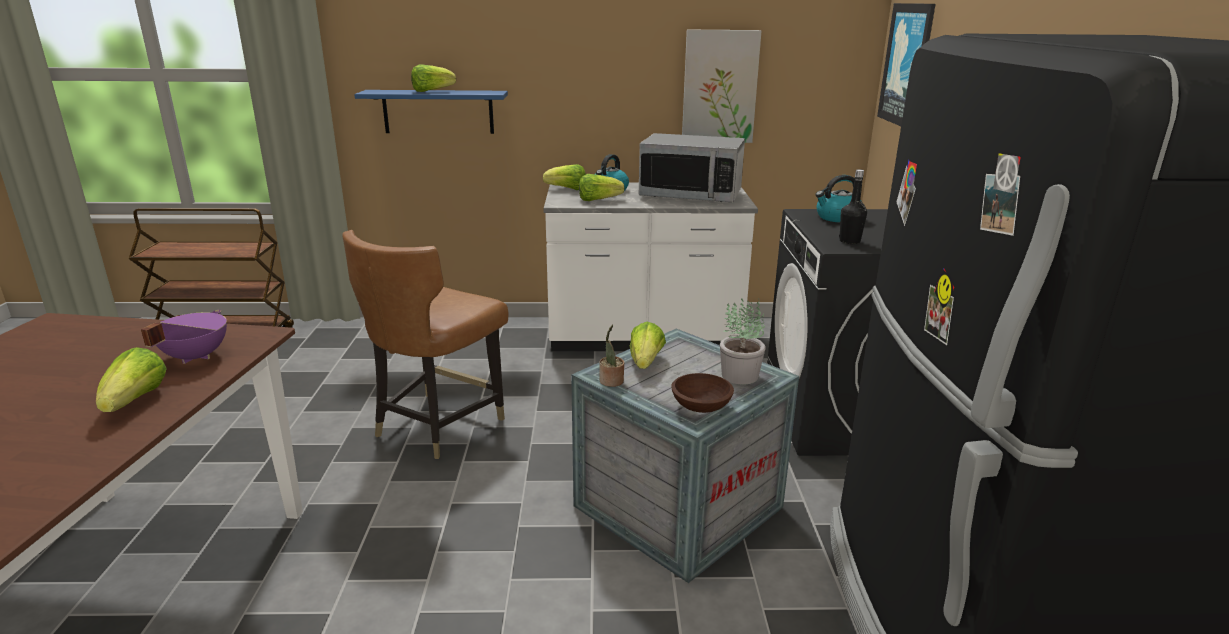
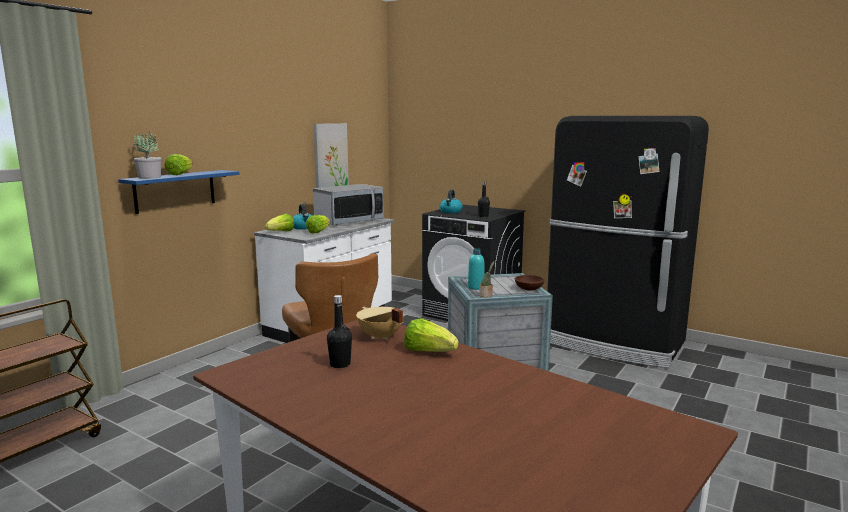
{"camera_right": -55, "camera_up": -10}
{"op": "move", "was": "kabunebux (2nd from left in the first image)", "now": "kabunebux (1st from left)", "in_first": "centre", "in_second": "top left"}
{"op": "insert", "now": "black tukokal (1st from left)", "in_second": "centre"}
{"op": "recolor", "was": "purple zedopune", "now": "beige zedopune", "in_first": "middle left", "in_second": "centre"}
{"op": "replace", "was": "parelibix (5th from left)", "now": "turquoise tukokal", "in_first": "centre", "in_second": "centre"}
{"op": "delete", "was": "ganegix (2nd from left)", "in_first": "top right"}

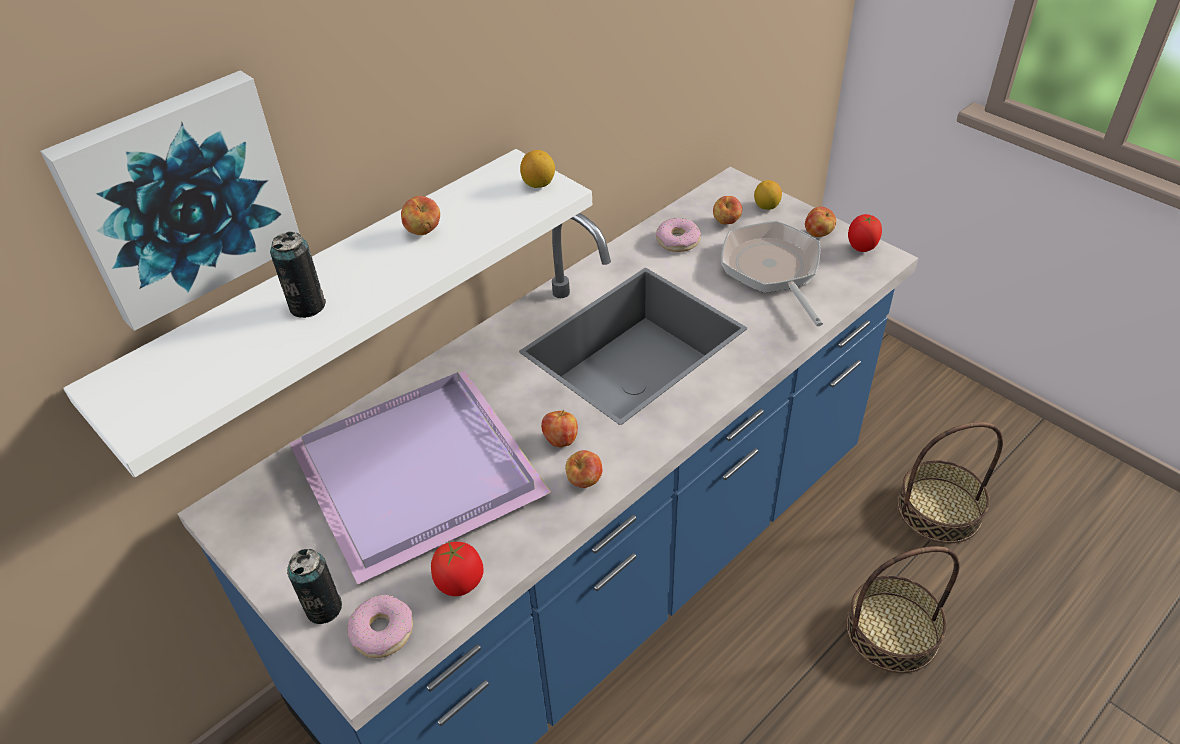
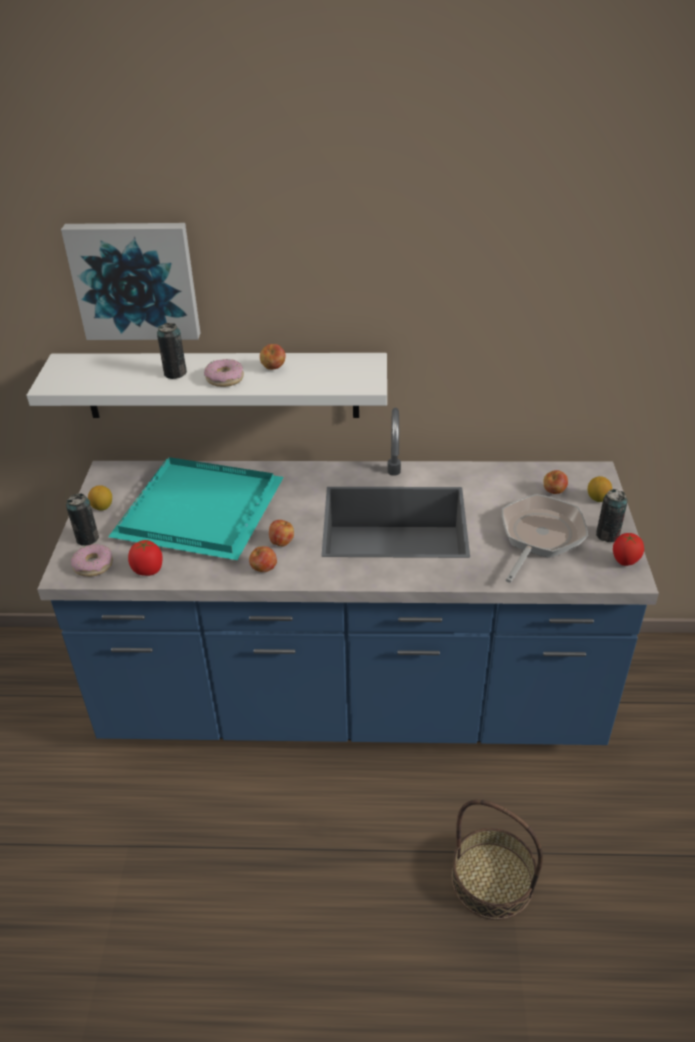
{"camera_right": 45, "camera_up": -5}
{"op": "move", "was": "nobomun (1st from left)", "in_first": "top centre", "in_second": "middle left"}
{"op": "recolor", "was": "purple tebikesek", "now": "turquoise tebikesek", "in_first": "centre", "in_second": "middle left"}
{"op": "move", "was": "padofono (2nd from left)", "in_first": "top centre", "in_second": "middle left"}
{"op": "replace", "was": "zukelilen (5th from left)", "now": "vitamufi (3rd from left)", "in_first": "top right", "in_second": "middle right"}
{"op": "delete", "was": "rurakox (2nd from left)", "in_first": "middle right"}

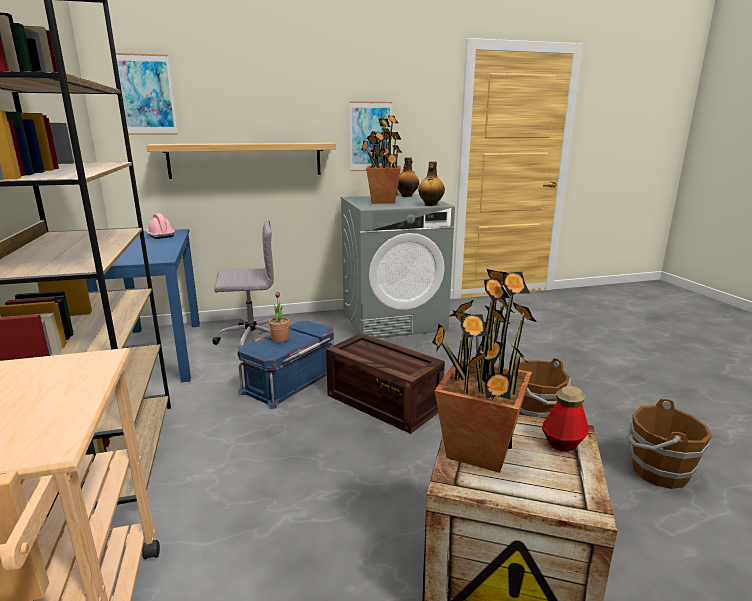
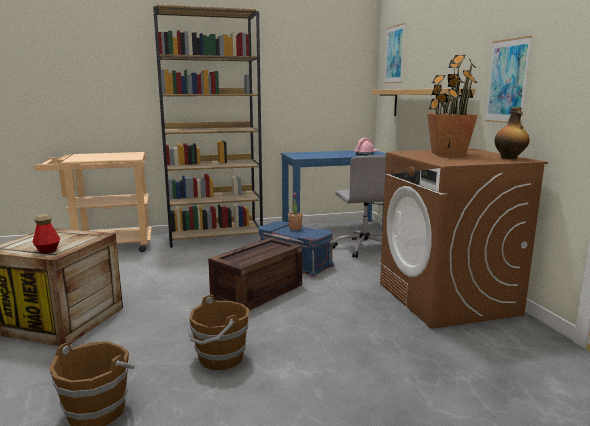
{"camera_right": 90, "camera_up": -5}
{"op": "recolor", "was": "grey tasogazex", "now": "brown tasogazex", "in_first": "centre", "in_second": "middle right"}
{"op": "delete", "was": "tukokal (2nd from left)", "in_first": "top centre"}
{"op": "delete", "was": "kabunebux (3rd from left)", "in_first": "centre"}

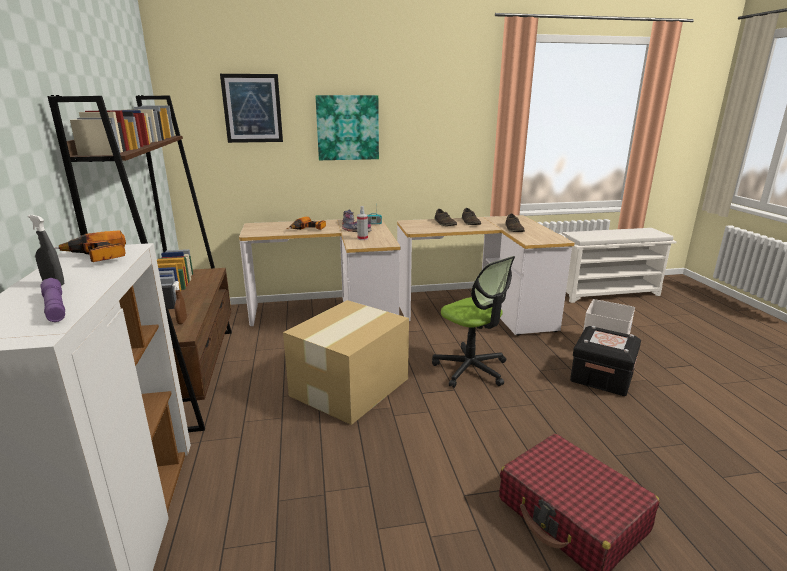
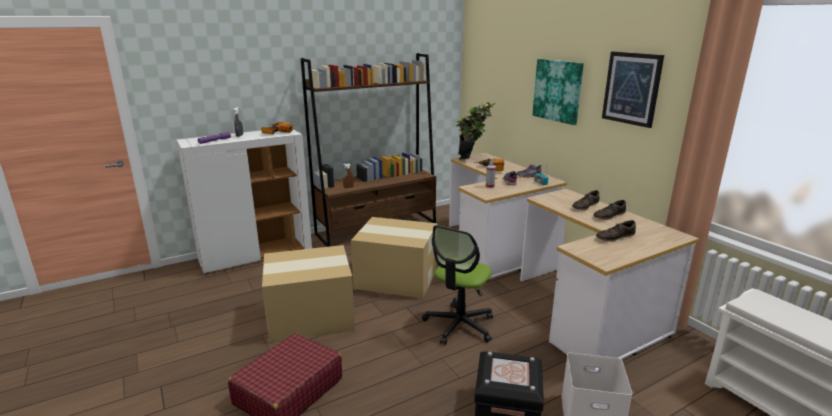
{"camera_right": 70, "camera_up": 0}
{"op": "insert", "now": "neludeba (1st from left)", "in_second": "bottom centre"}
{"op": "insert", "now": "kabunebux", "in_second": "top centre"}
{"op": "move", "was": "ganegix (1st from left in the first image)", "now": "ganegix (2nd from left)", "in_first": "top left", "in_second": "top right"}

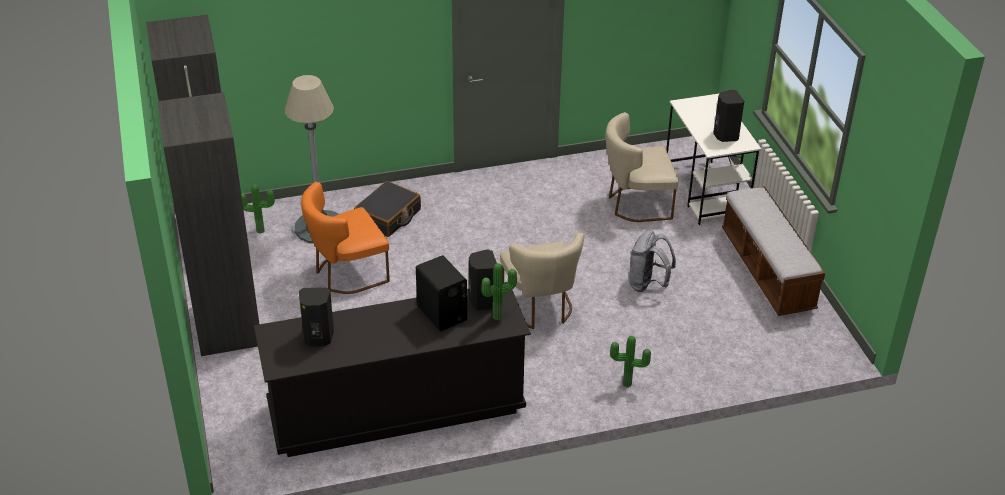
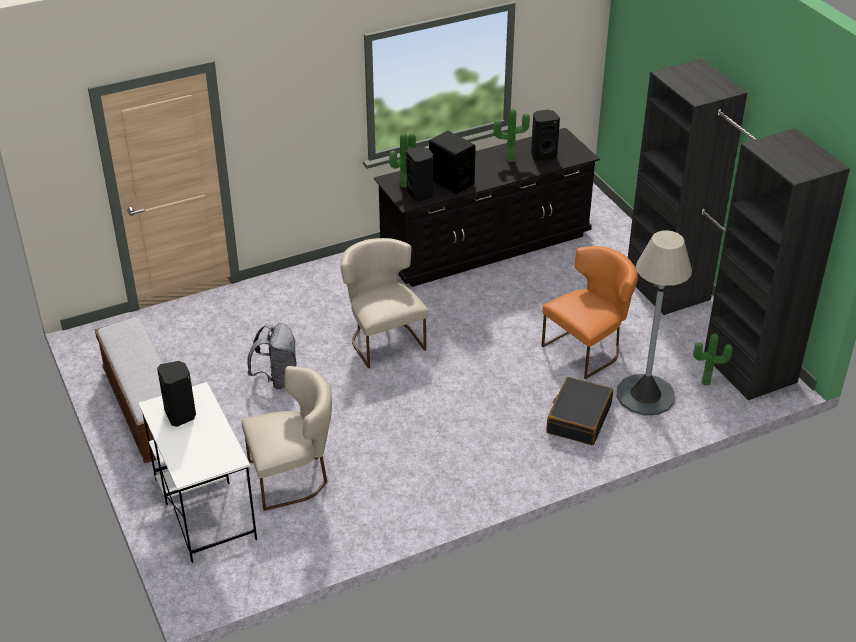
{"camera_right": 170, "camera_up": 0}
{"op": "move", "was": "kabunebux (3rd from left in the first image)", "now": "kabunebux (2nd from left)", "in_first": "bottom centre", "in_second": "top centre"}

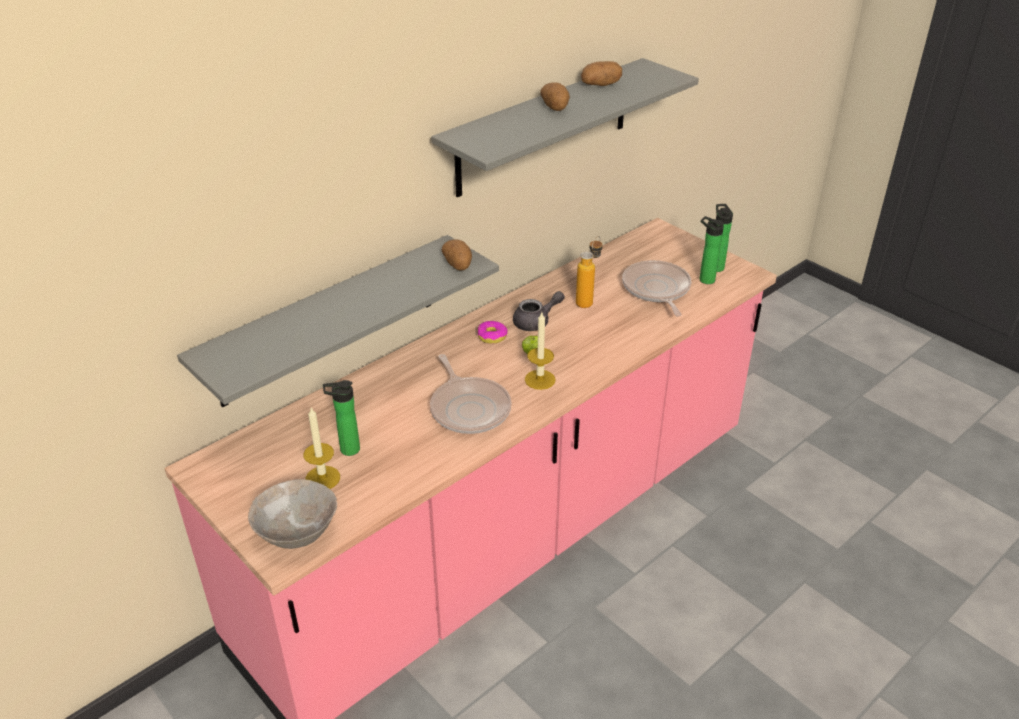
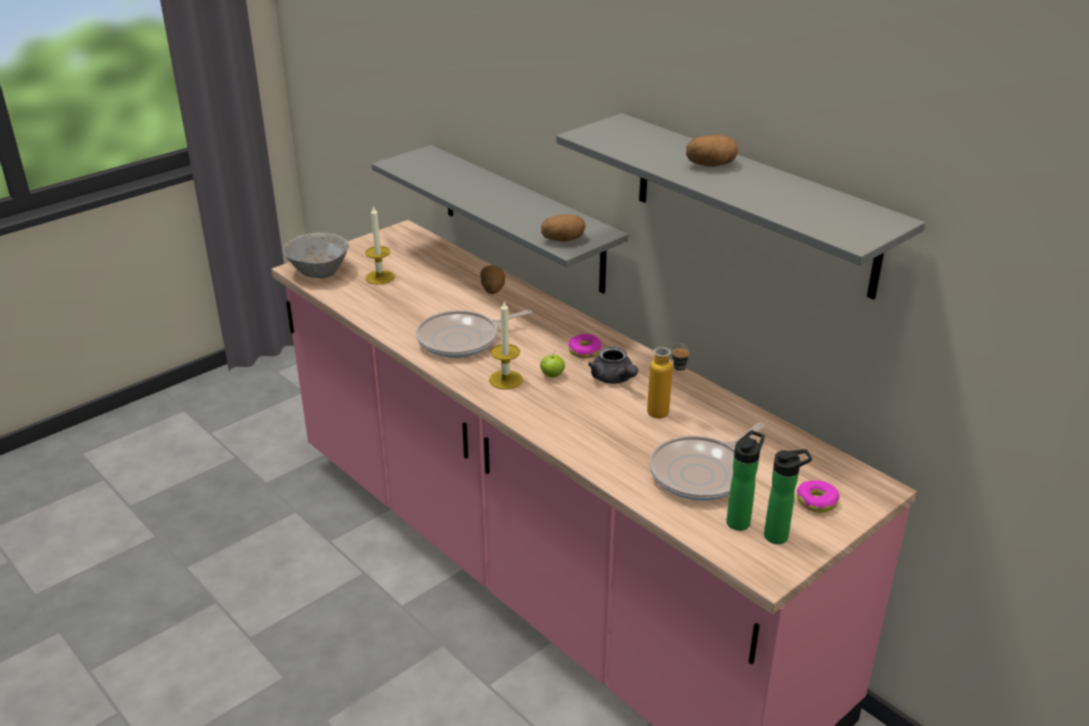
{"camera_right": 90, "camera_up": -5}
{"op": "move", "was": "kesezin (3rd from left in the first image)", "now": "kesezin (1st from left)", "in_first": "top centre", "in_second": "centre"}
{"op": "rotate", "was": "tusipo (2nd from left)", "in_first": "centre", "in_second": "centre", "clockwise": 150}
{"op": "insert", "now": "padofono (2nd from left)", "in_second": "bottom right"}
{"op": "delete", "was": "tukokal (1st from left)", "in_first": "centre"}

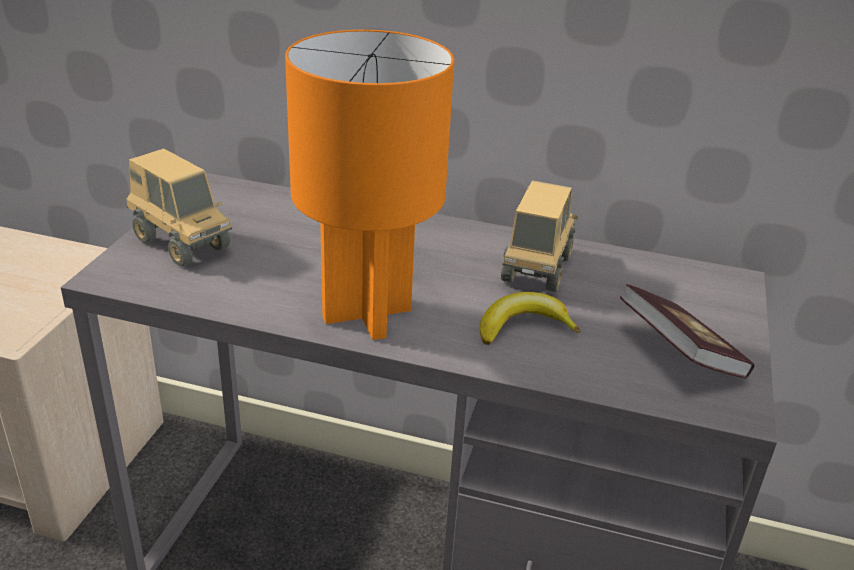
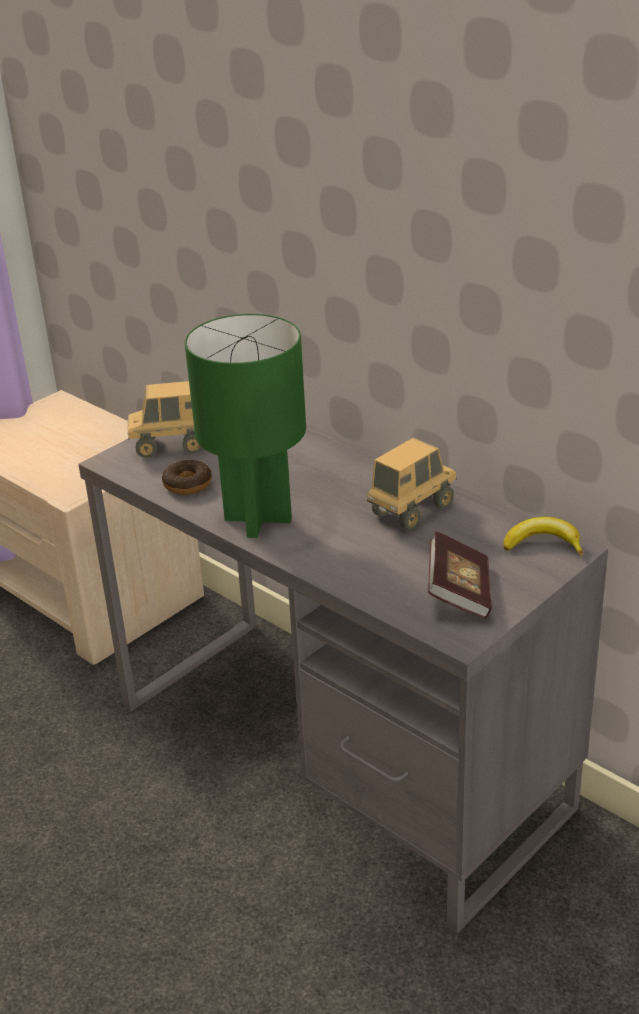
{"camera_right": 30, "camera_up": 0}
{"op": "rotate", "was": "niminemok (1st from left)", "in_first": "middle left", "in_second": "middle left", "clockwise": 105}
{"op": "insert", "now": "padofono", "in_second": "middle left"}
{"op": "recolor", "was": "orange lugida", "now": "green lugida", "in_first": "top centre", "in_second": "centre"}
{"op": "move", "was": "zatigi", "in_first": "centre", "in_second": "middle right"}

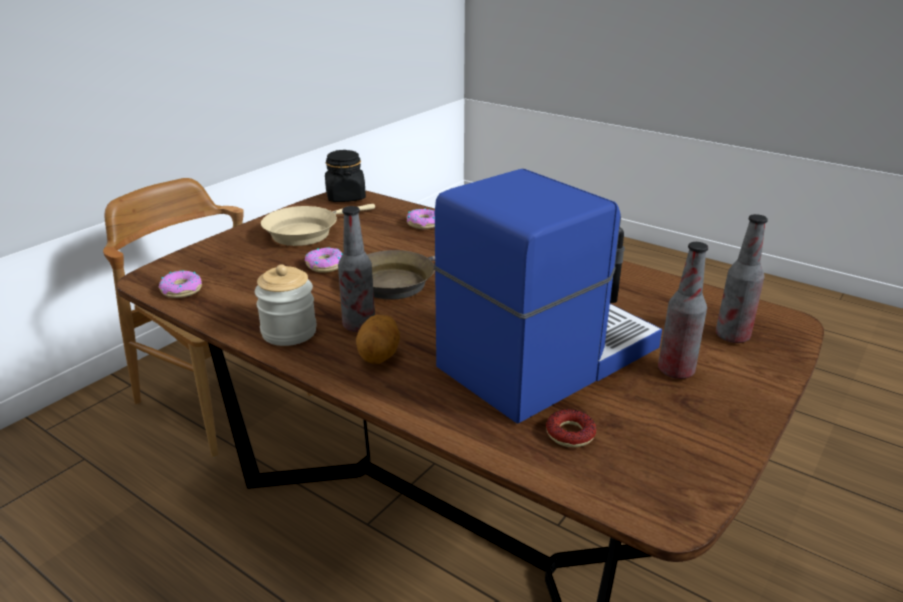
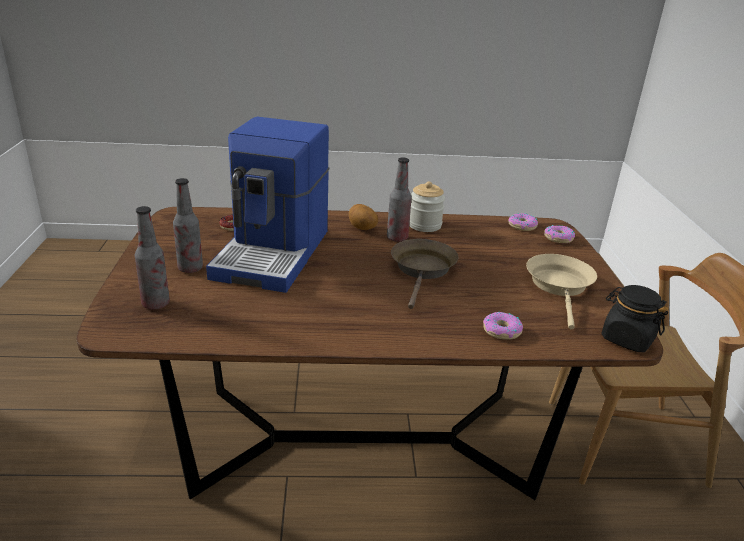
{"camera_right": 140, "camera_up": 0}
{"op": "move", "was": "padofono (2nd from left in the first image)", "now": "padofono (4th from left)", "in_first": "centre", "in_second": "middle right"}

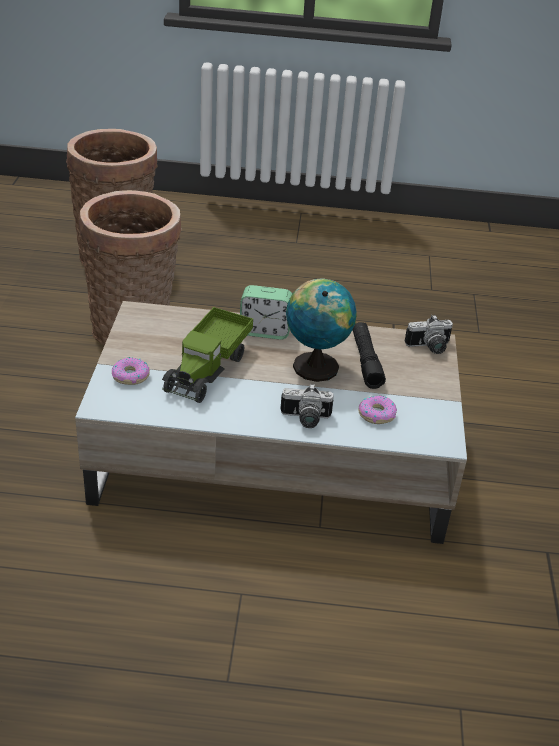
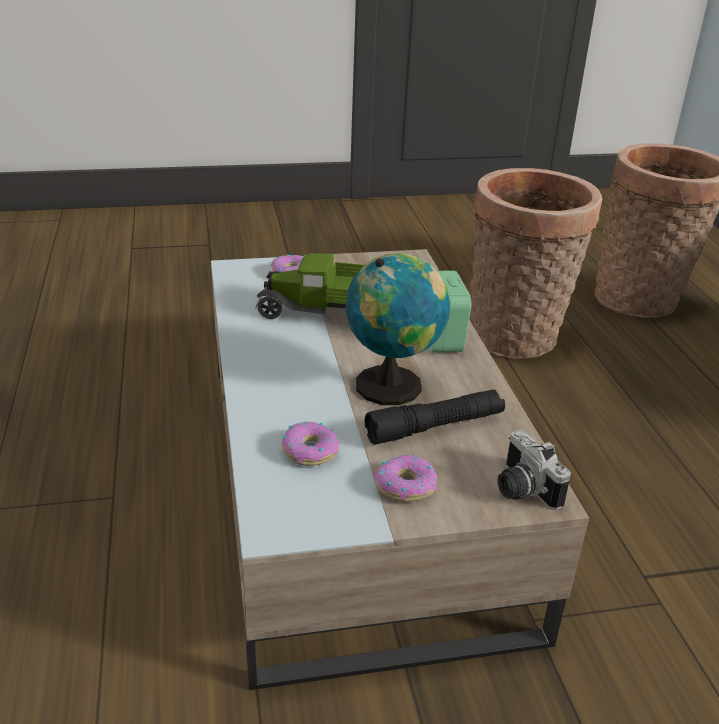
{"camera_right": 75, "camera_up": -5}
{"op": "insert", "now": "padofono (3rd from left)", "in_second": "centre"}
{"op": "delete", "was": "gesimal (1st from left)", "in_first": "centre"}

